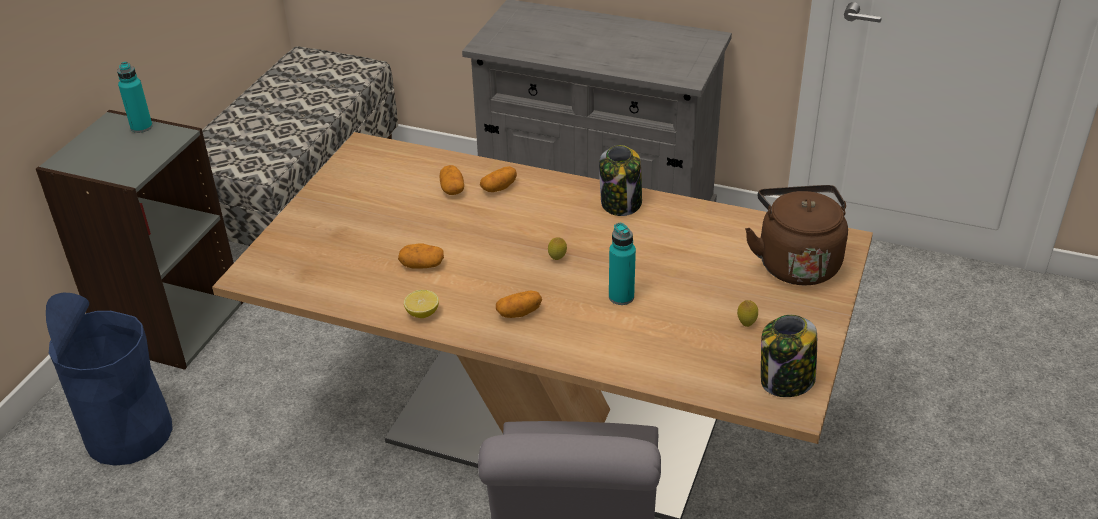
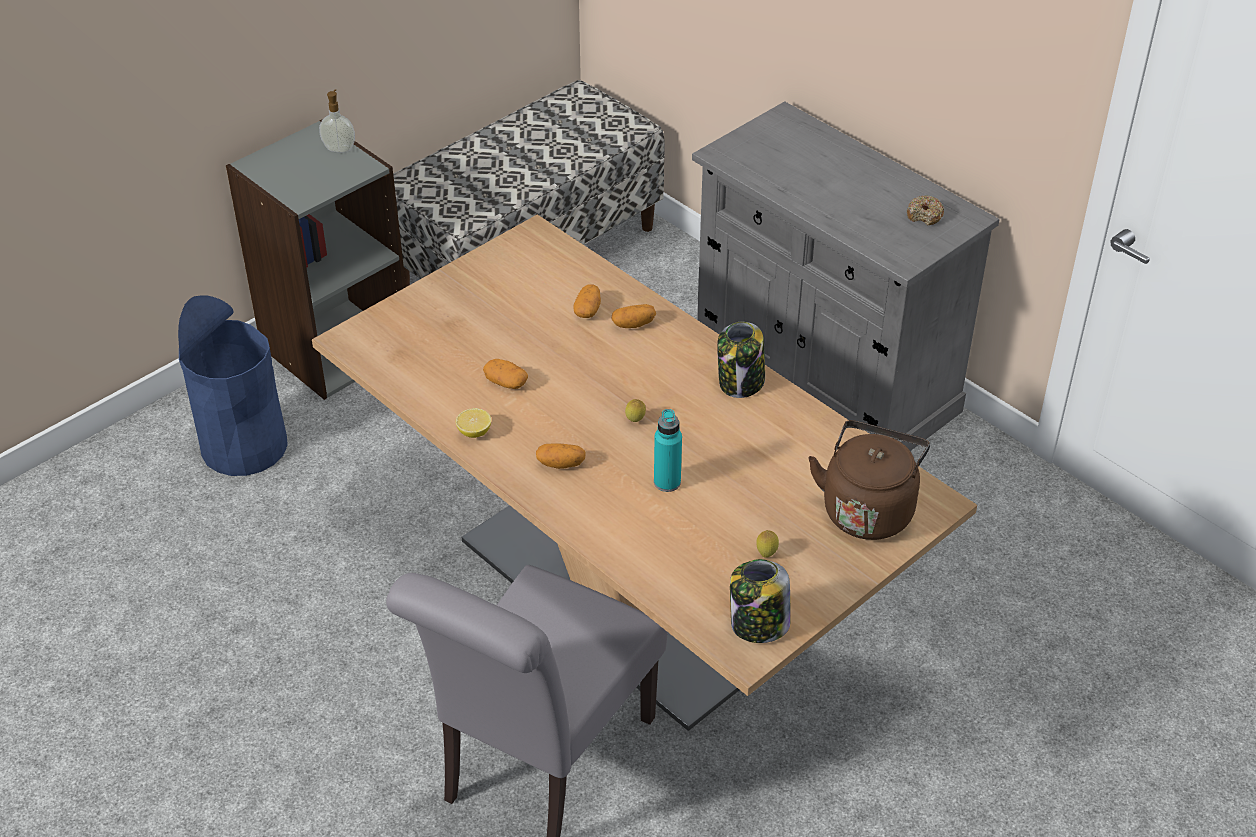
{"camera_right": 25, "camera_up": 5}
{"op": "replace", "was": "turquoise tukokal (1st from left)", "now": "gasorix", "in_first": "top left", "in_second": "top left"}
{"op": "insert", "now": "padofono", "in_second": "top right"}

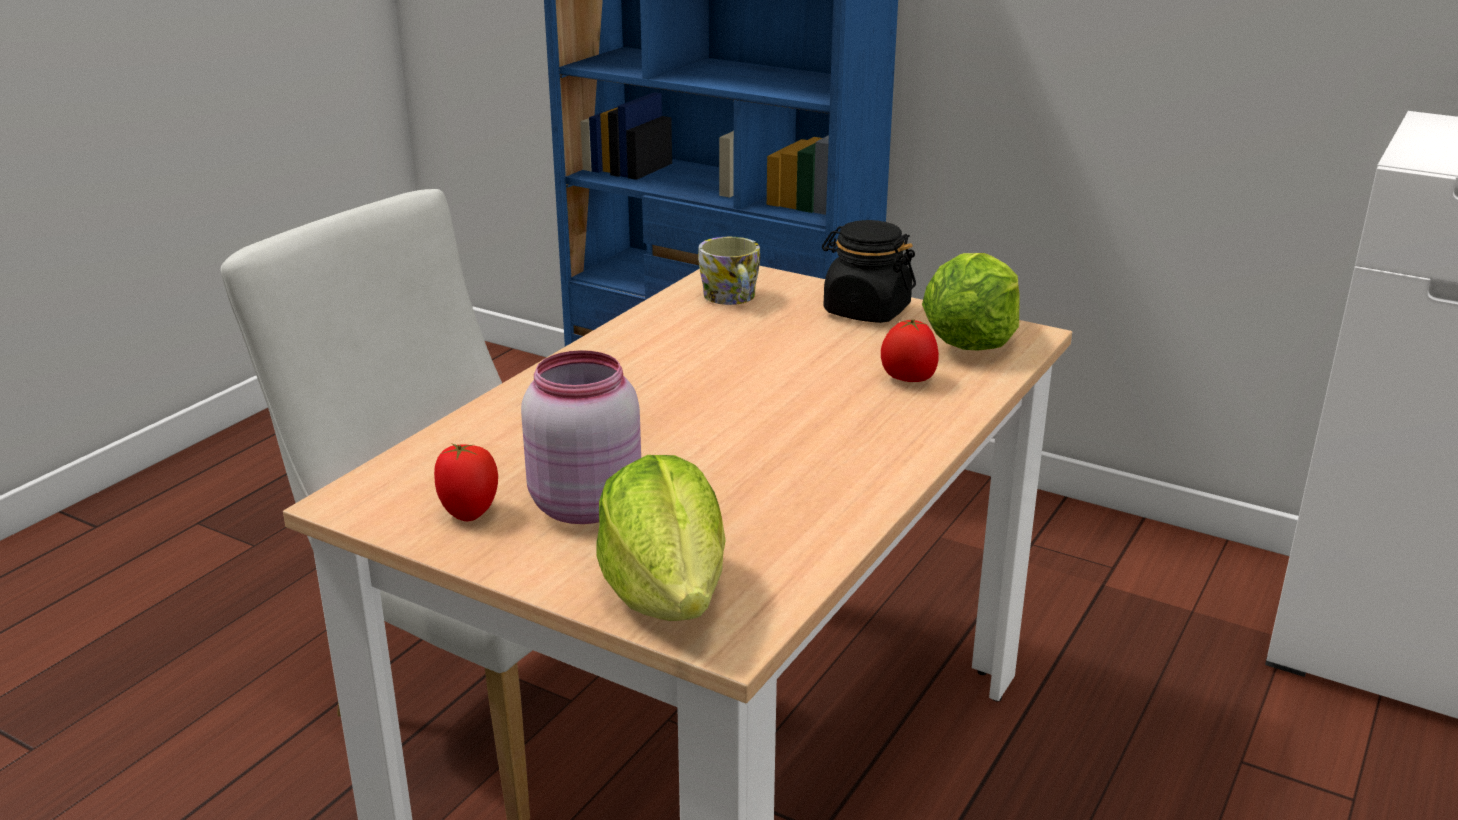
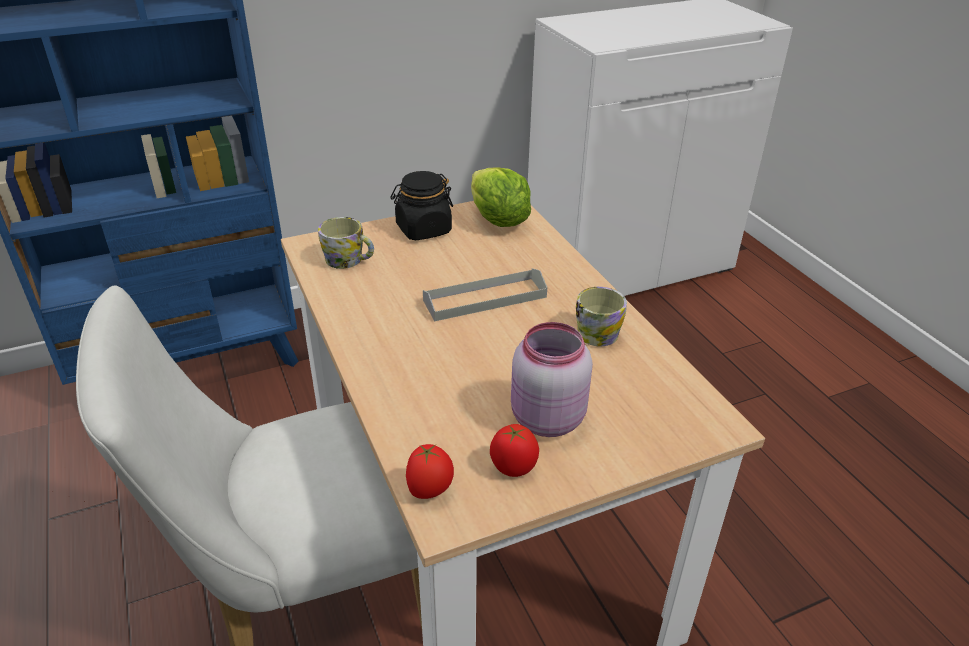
{"camera_right": -55, "camera_up": 10}
{"op": "move", "was": "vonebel (2nd from left in the first image)", "now": "vonebel (1st from left)", "in_first": "centre", "in_second": "bottom centre"}
{"op": "insert", "now": "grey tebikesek", "in_second": "centre"}
{"op": "insert", "now": "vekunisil (2nd from left)", "in_second": "centre"}
{"op": "delete", "was": "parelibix (1st from left)", "in_first": "centre"}

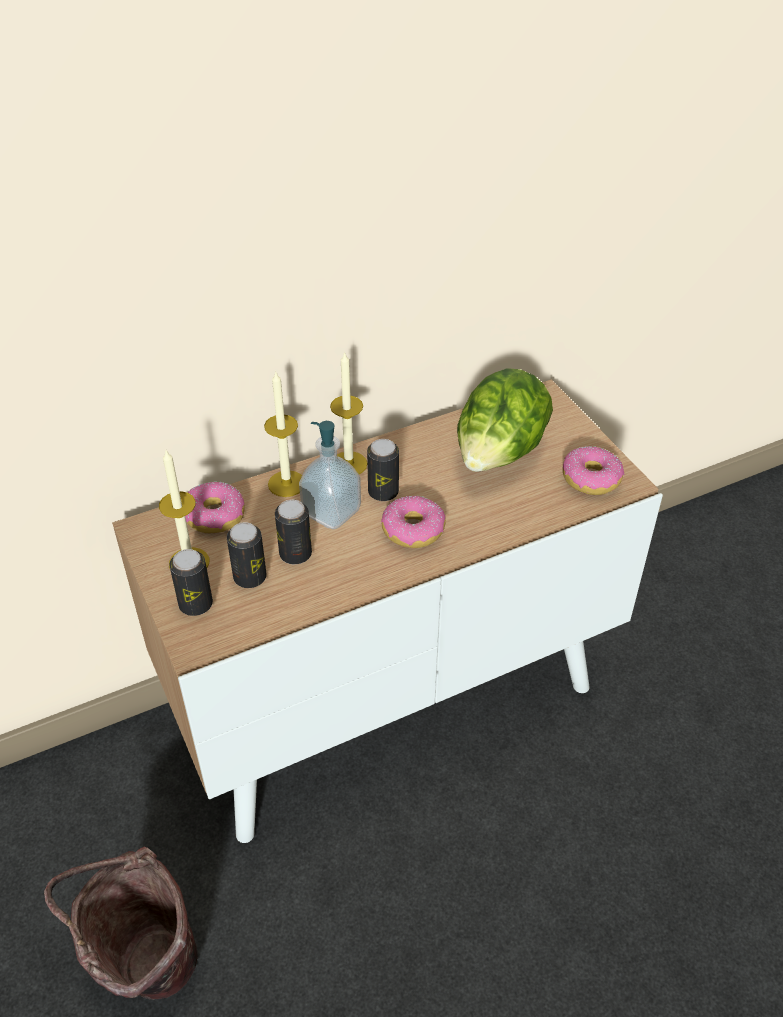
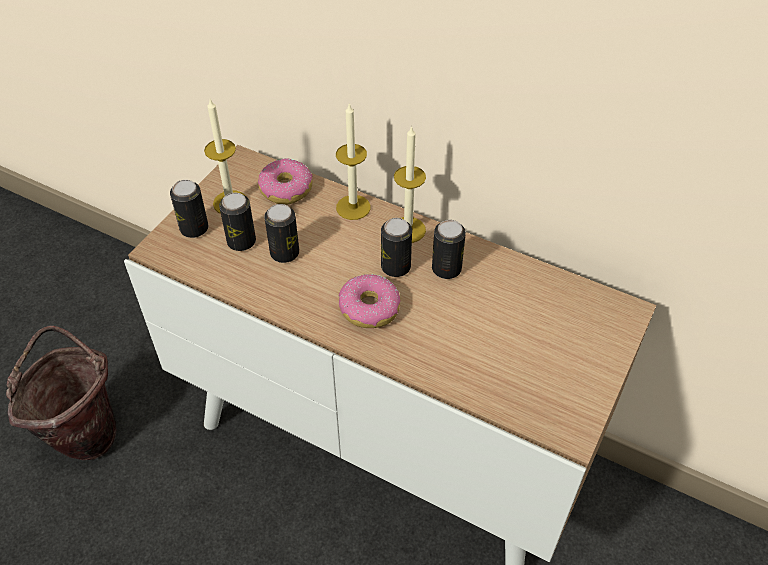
{"camera_right": 55, "camera_up": 5}
{"op": "insert", "now": "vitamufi (5th from left)", "in_second": "centre"}
{"op": "delete", "was": "gasorix", "in_first": "centre"}
{"op": "delete", "was": "parelibix", "in_first": "centre"}
{"op": "delete", "was": "padofono (3rd from left)", "in_first": "middle right"}

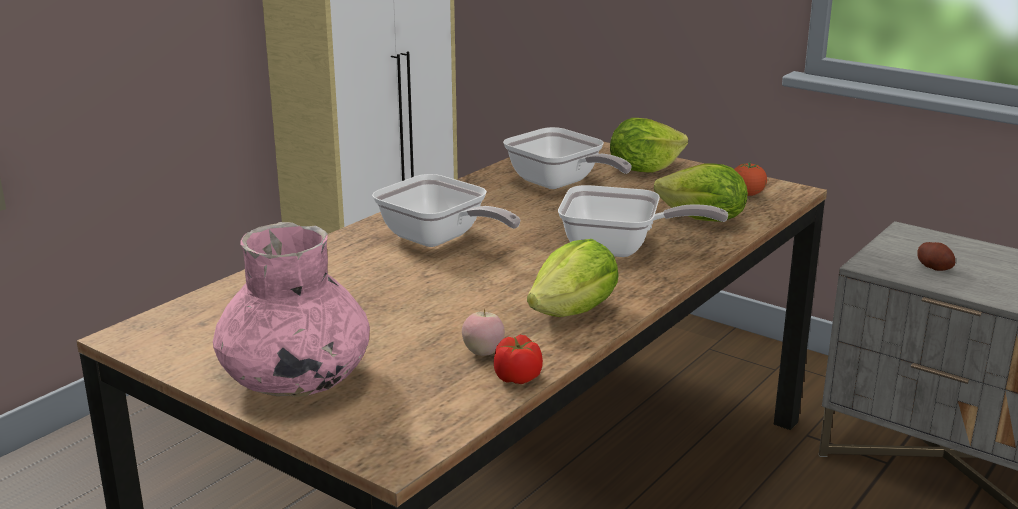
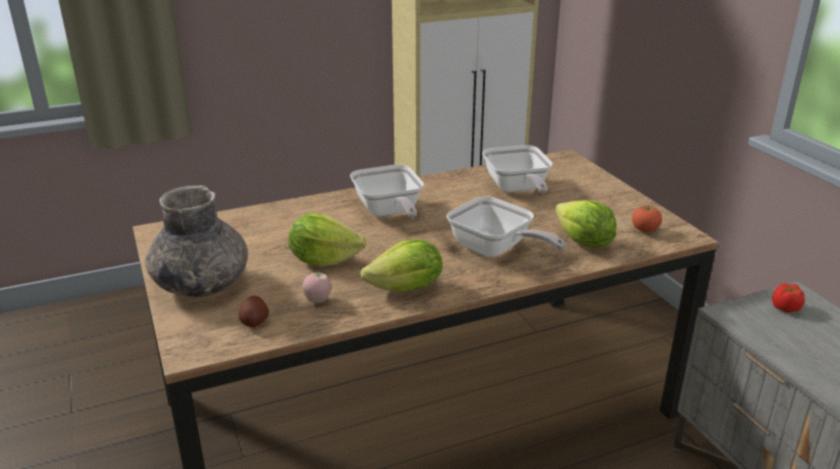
{"camera_right": 30, "camera_up": 5}
{"op": "recolor", "was": "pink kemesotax", "now": "grey kemesotax", "in_first": "middle left", "in_second": "middle left"}
{"op": "move", "was": "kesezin", "in_first": "middle right", "in_second": "middle left"}
{"op": "move", "was": "parelibix (2nd from left in the first image)", "now": "parelibix (1st from left)", "in_first": "top centre", "in_second": "centre"}
{"op": "move", "was": "vonebel (1st from left in the first image)", "now": "vonebel (2nd from left)", "in_first": "bottom centre", "in_second": "middle right"}

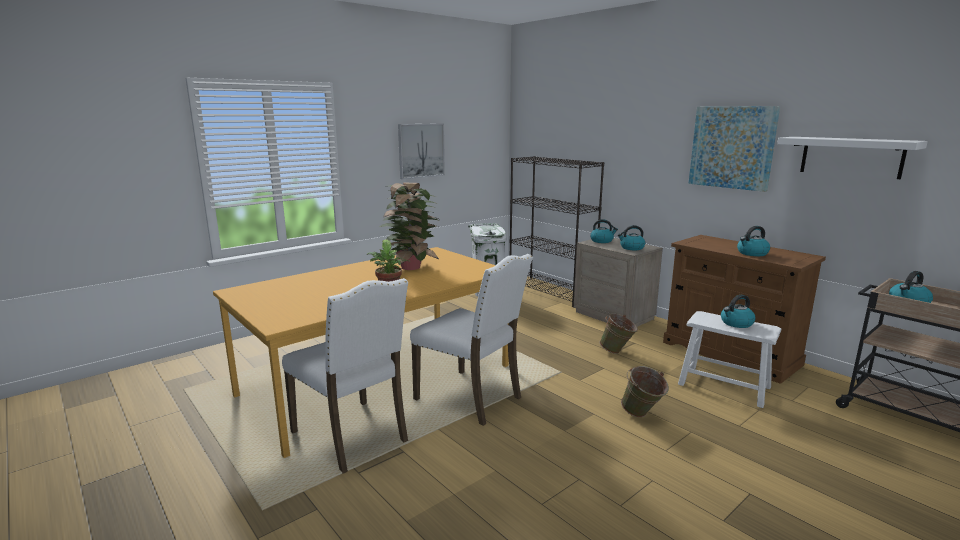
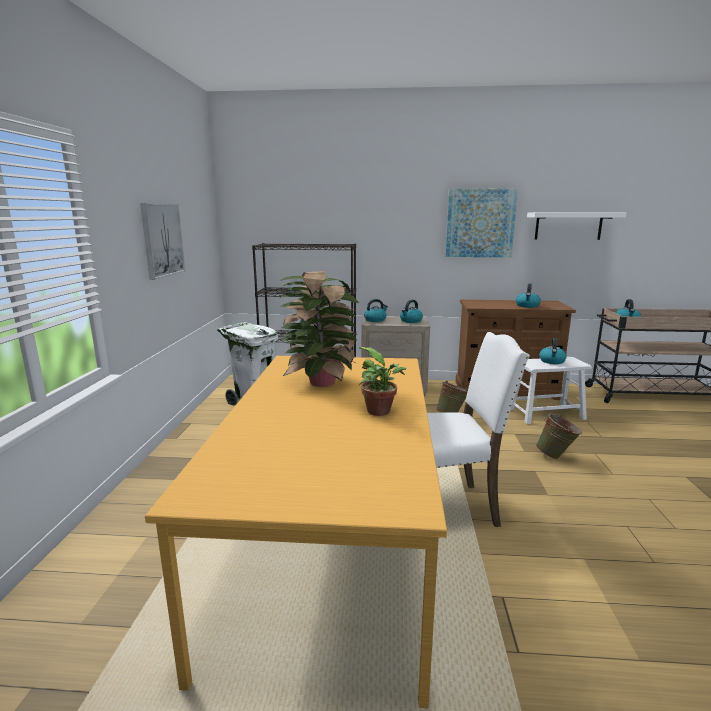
{"camera_right": -45, "camera_up": 0}
{"op": "delete", "was": "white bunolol (1st from left)", "in_first": "bottom centre"}

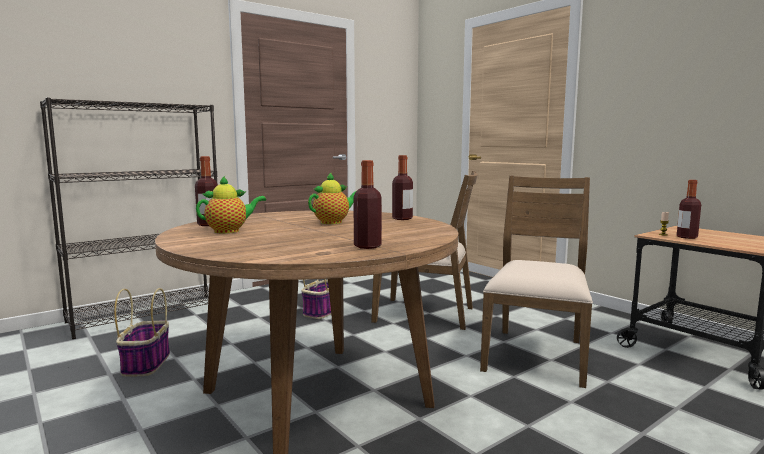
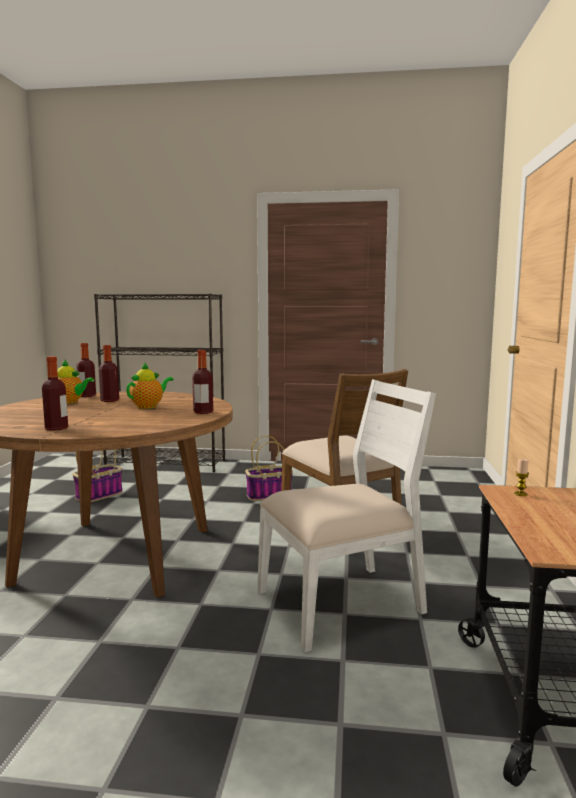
{"camera_right": 45, "camera_up": 0}
{"op": "move", "was": "tukokal (4th from left in the first image)", "now": "tukokal (3rd from left)", "in_first": "middle right", "in_second": "middle left"}
{"op": "rotate", "was": "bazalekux (2nd from left)", "in_first": "centre", "in_second": "middle left", "clockwise": -60}
{"op": "recolor", "was": "brown bunolol (2nd from left)", "now": "white bunolol", "in_first": "middle right", "in_second": "centre"}

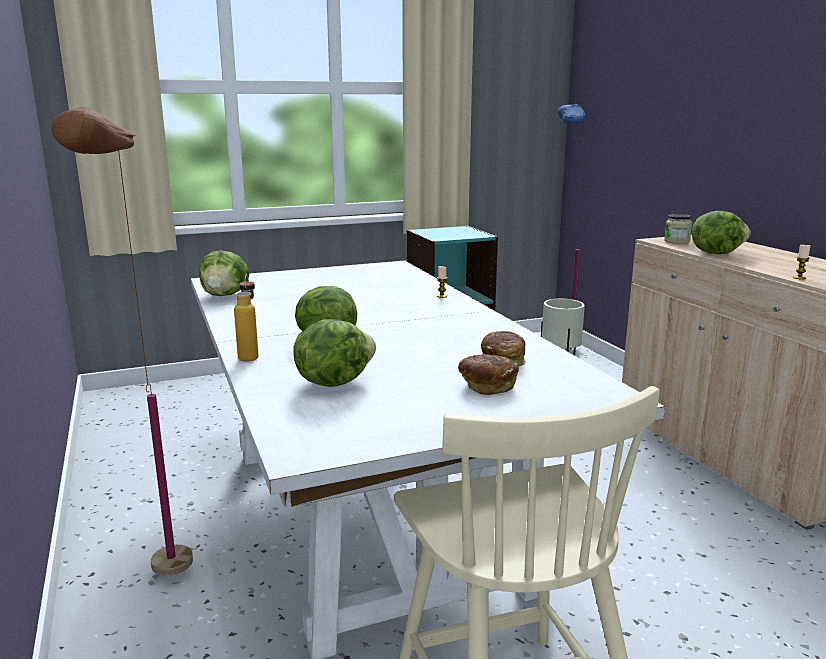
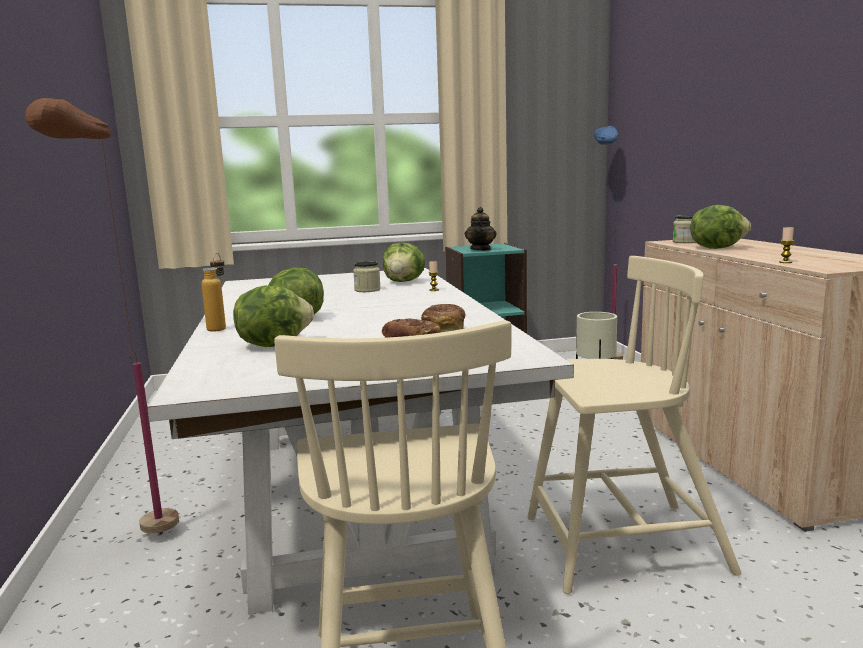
{"camera_right": 10, "camera_up": -5}
{"op": "insert", "now": "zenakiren (1st from left)", "in_second": "centre"}
{"op": "move", "was": "parelibix (1st from left in the first image)", "now": "parelibix (3rd from left)", "in_first": "middle left", "in_second": "centre"}
{"op": "insert", "now": "bazalekux", "in_second": "centre"}
{"op": "insert", "now": "beige bunolol (2nd from left)", "in_second": "middle right"}

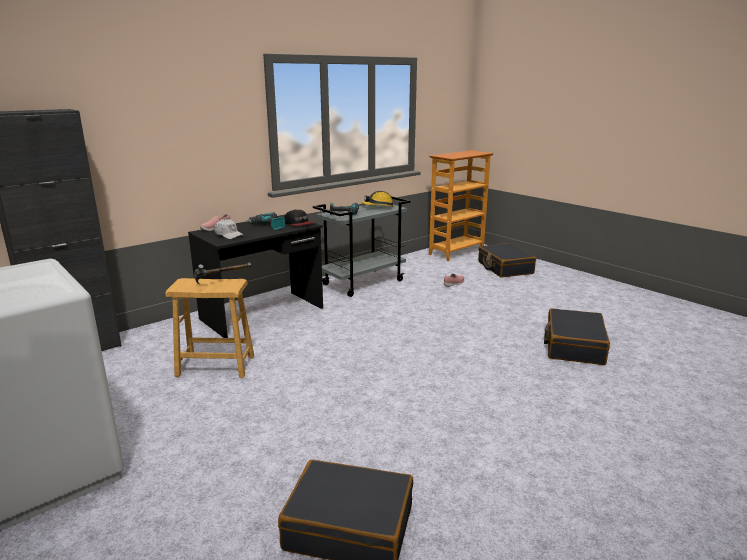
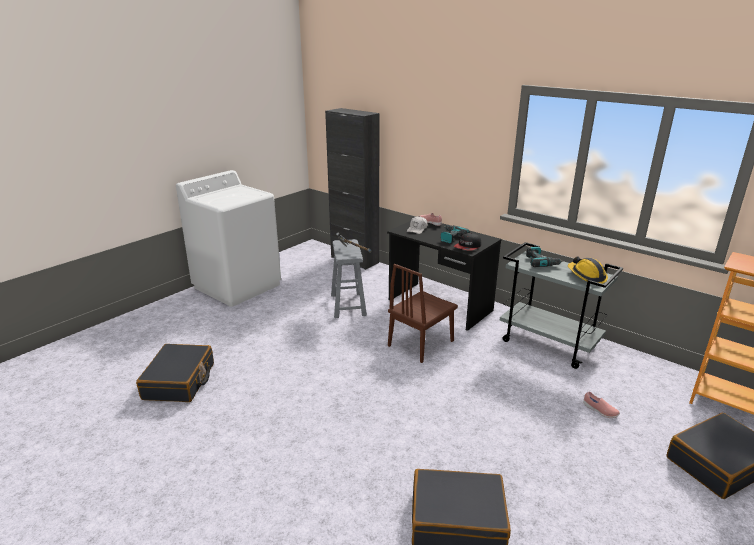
{"camera_right": 80, "camera_up": 5}
{"op": "recolor", "was": "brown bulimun", "now": "grey bulimun", "in_first": "middle left", "in_second": "centre"}
{"op": "insert", "now": "brown bunolol", "in_second": "centre"}

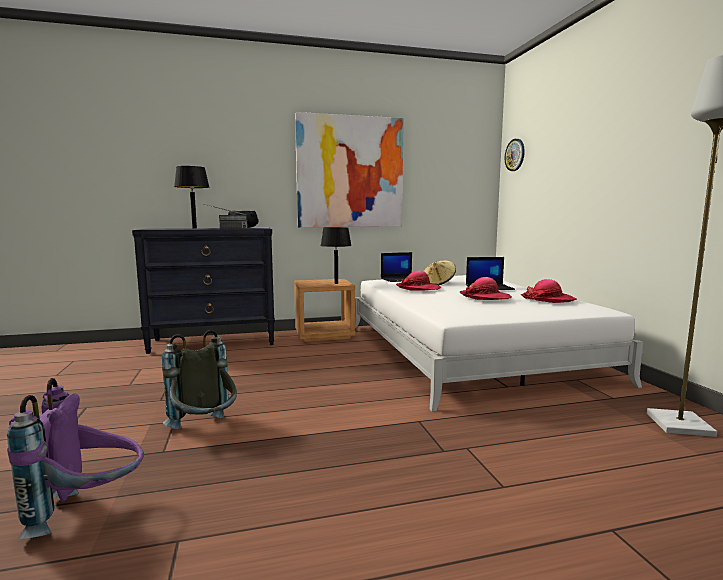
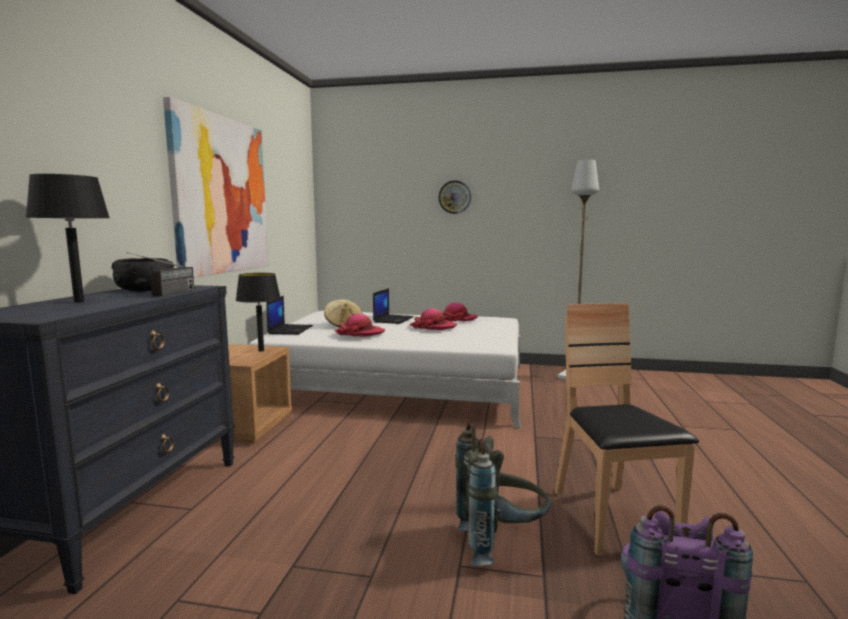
{"camera_right": -65, "camera_up": 0}
{"op": "move", "was": "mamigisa", "in_first": "top right", "in_second": "top centre"}
{"op": "insert", "now": "brown bunolol", "in_second": "bottom right"}

